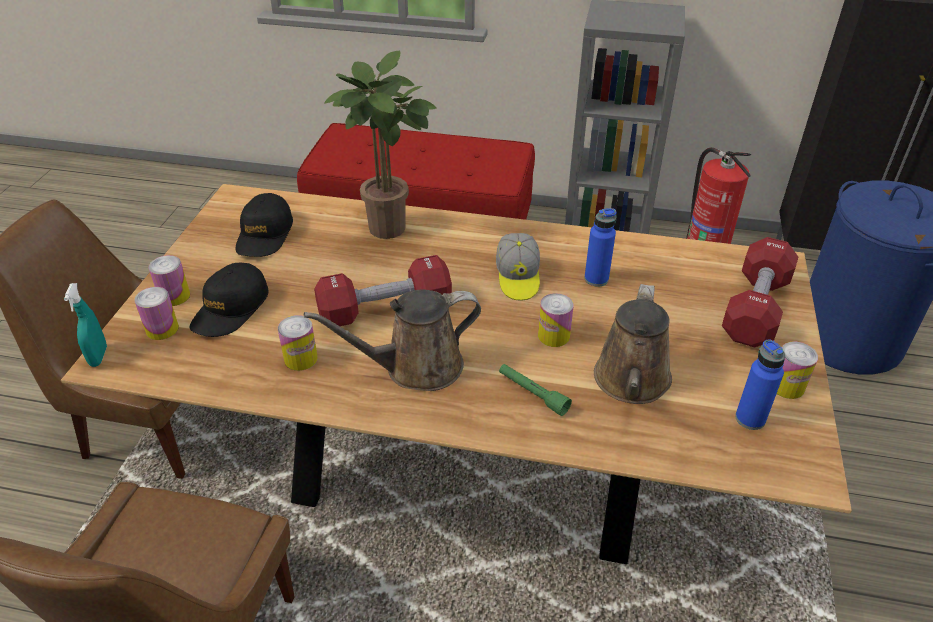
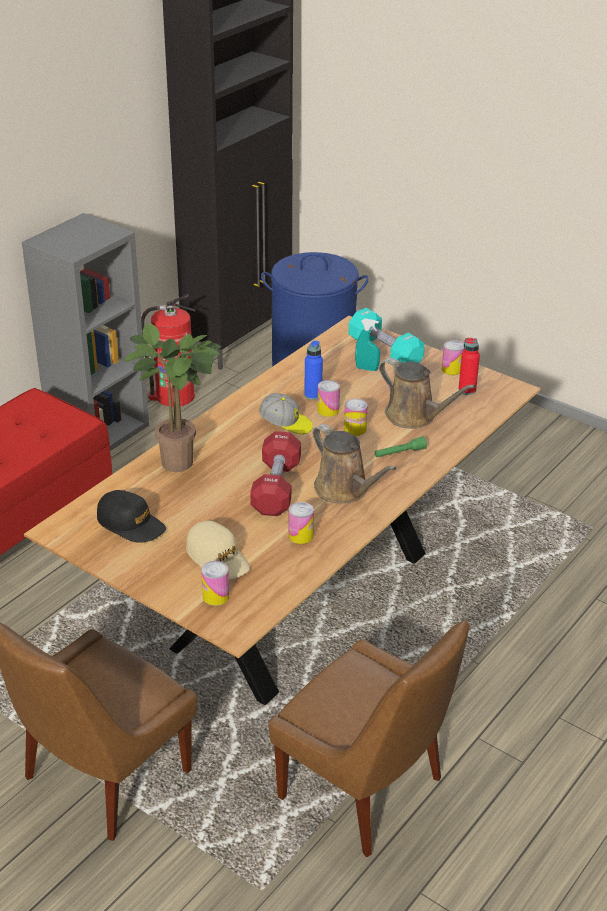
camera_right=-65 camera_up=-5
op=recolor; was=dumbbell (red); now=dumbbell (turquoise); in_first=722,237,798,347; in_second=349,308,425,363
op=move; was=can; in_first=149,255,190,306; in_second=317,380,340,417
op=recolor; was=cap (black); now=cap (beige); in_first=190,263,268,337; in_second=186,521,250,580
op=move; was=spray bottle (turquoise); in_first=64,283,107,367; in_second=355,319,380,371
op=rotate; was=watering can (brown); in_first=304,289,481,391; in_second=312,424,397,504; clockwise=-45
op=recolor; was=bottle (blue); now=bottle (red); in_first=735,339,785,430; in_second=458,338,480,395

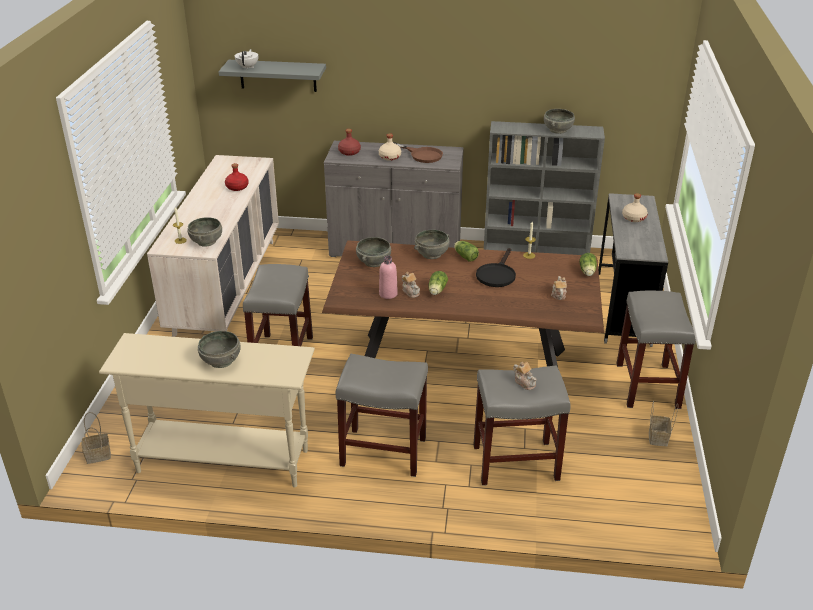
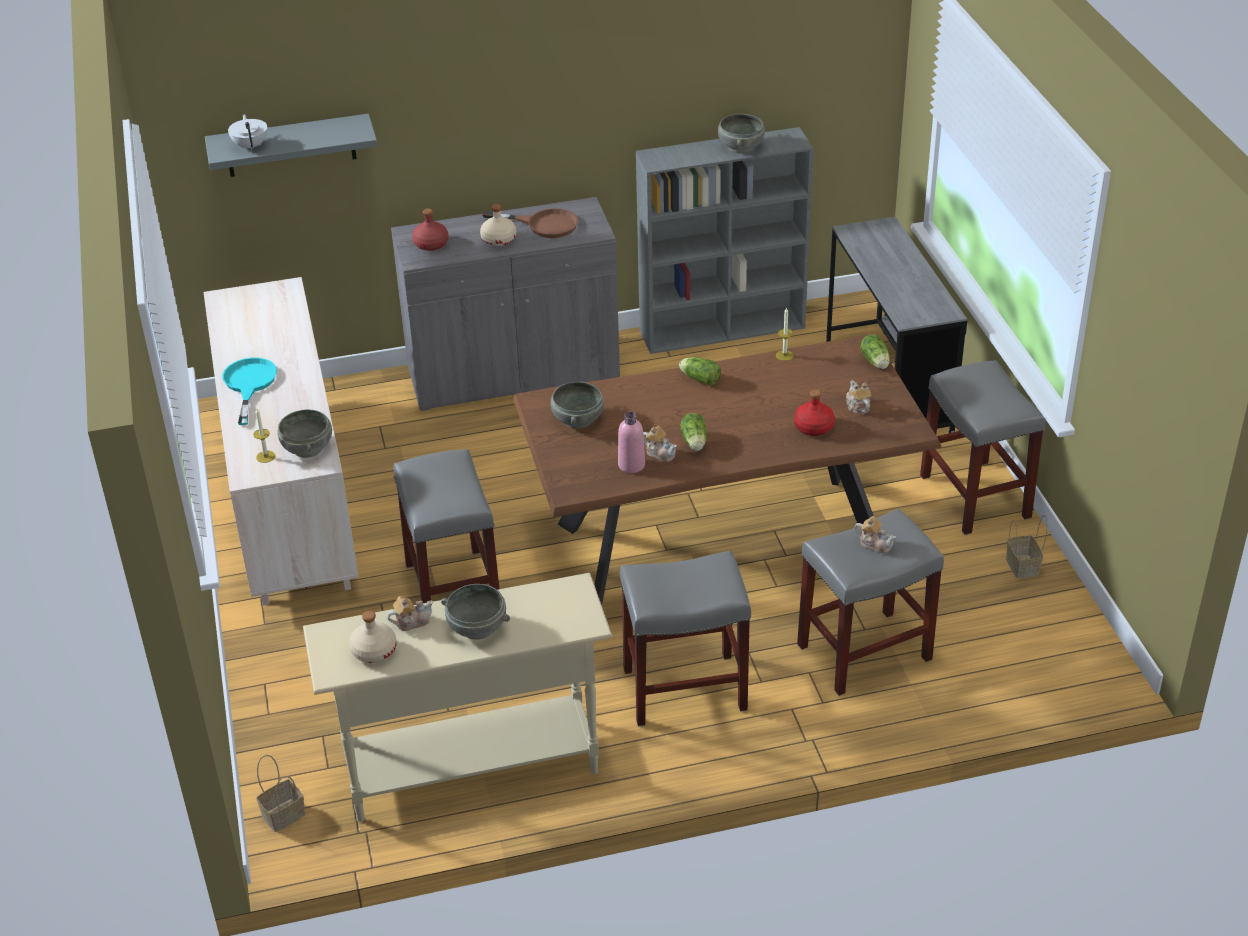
camera_right=-20 camera_up=5
op=move; was=bottle (red); in_first=225,163,249,191; in_second=794,389,835,436
op=move; was=bottle (beige); in_first=622,193,648,222; in_second=349,611,397,663
op=delete; was=bowl (grey); in_first=414,230,449,259
op=delete; was=frying pan (black); in_first=476,248,516,287
op=insert; now=frying pan (turquoise); in_second=222,357,277,425
op=insert; now=teapot; in_second=387,596,433,631

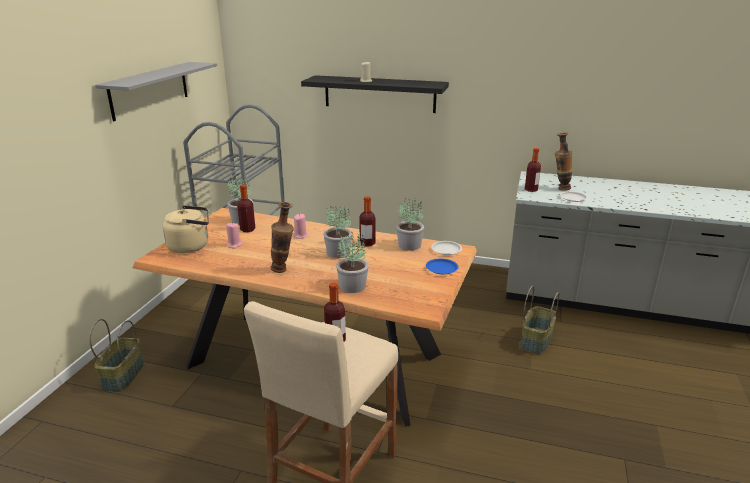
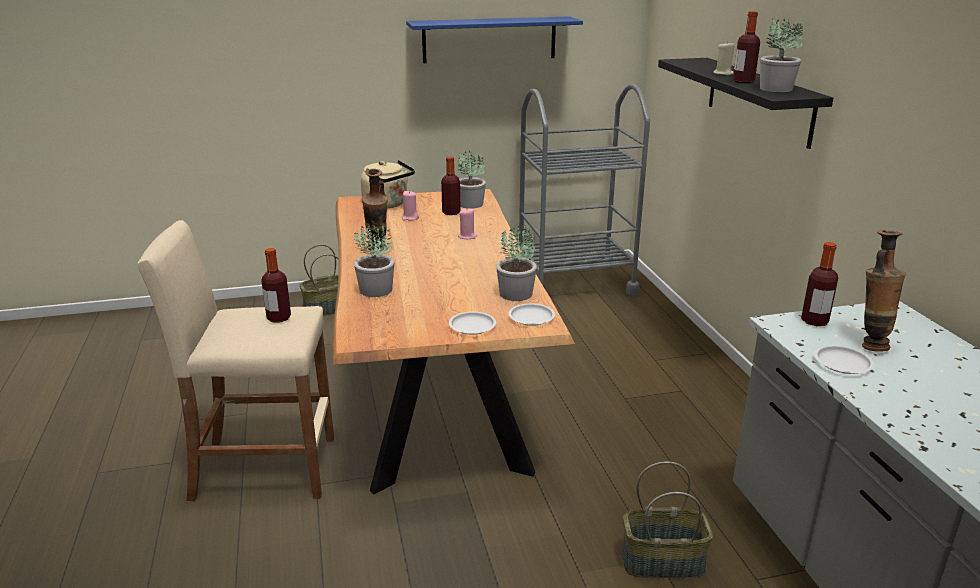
camera_right=60 camera_up=0
op=recolor; was=shelf (grey); now=shelf (blue); in_first=95,62,217,121; in_second=406,17,583,63
op=move; was=bottle; in_first=359,196,376,247; in_second=733,11,760,83
op=move; was=potted plant; in_first=324,206,352,258; in_second=760,17,803,92
op=recolor; was=plate (blue); now=plate (white); in_first=426,259,459,274; in_second=449,312,496,334

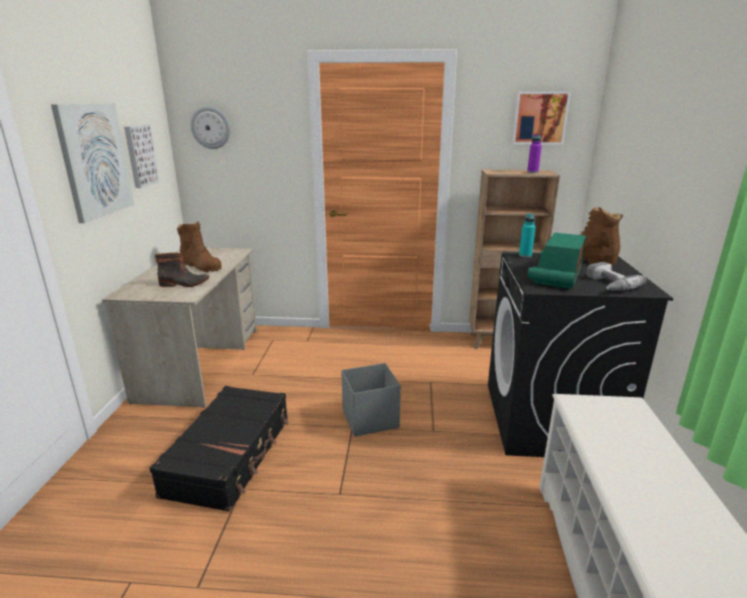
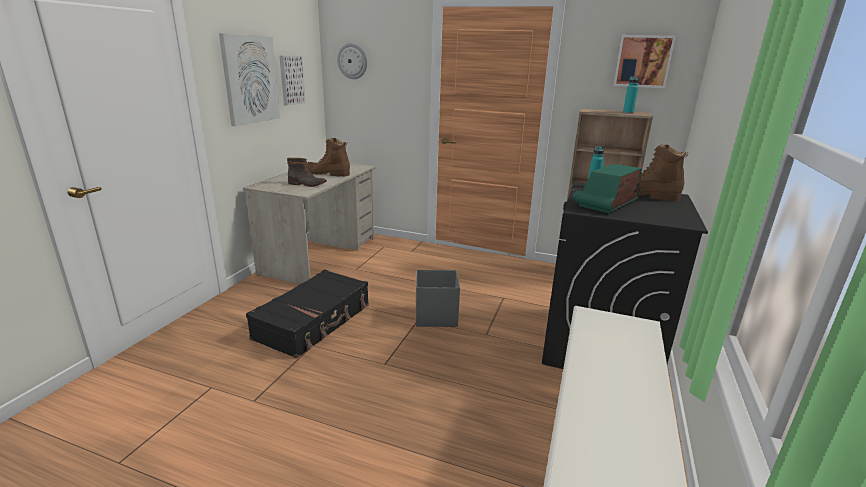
camera_right=15 camera_up=0
op=recolor; was=bottle (purple); now=bottle (turquoise); in_first=527,134,542,173; in_second=623,76,639,114
op=rotate; was=boot (brown); in_first=177,222,222,272; in_second=307,138,350,177; clockwise=135
op=delete; was=power drill; in_first=586,262,647,291

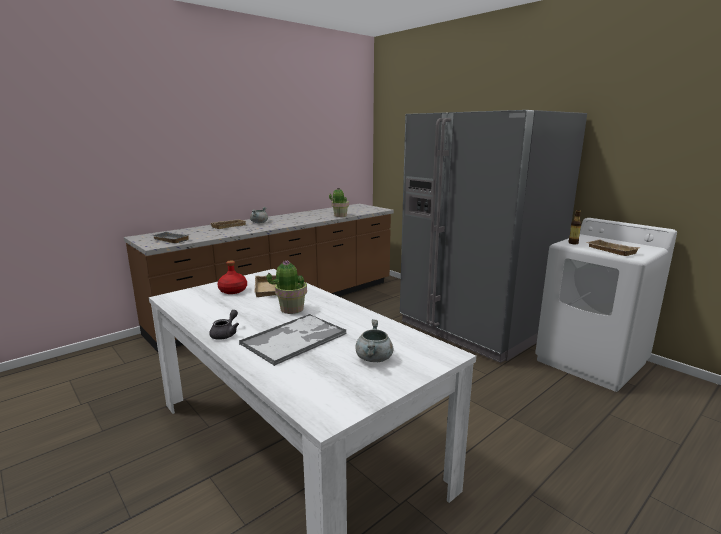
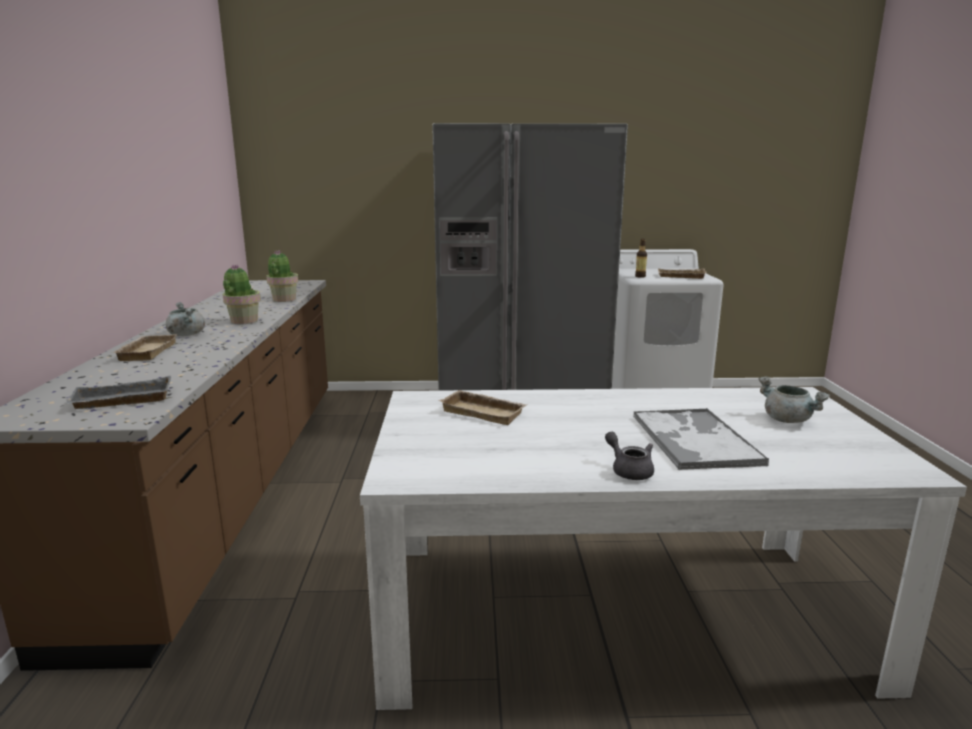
camera_right=-50 camera_up=0
op=move; was=potted plant; in_first=267,260,307,314; in_second=223,265,261,324
op=delete; was=bottle (red); in_first=217,261,247,294

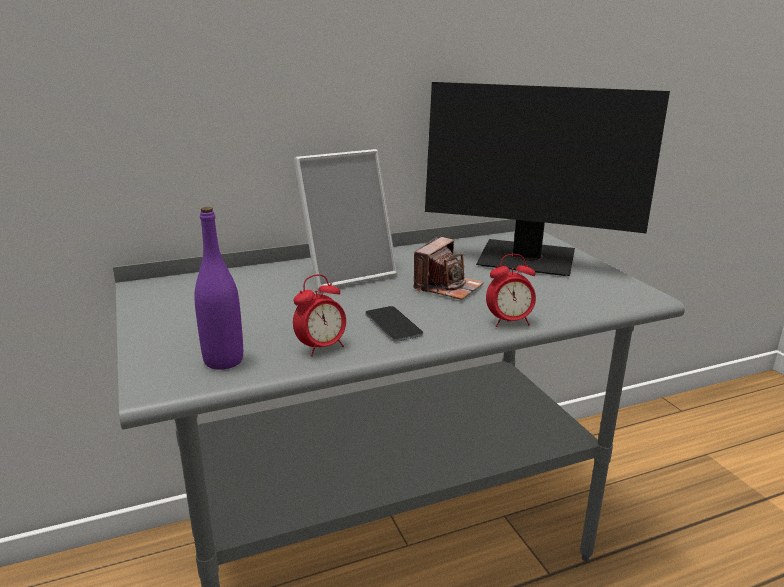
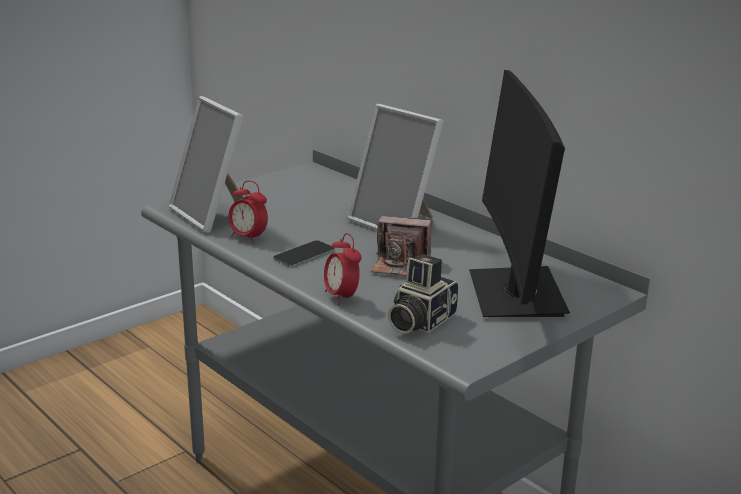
camera_right=70 camera_up=0
op=replace; was=bottle (purple); now=picture frame; in_first=194,207,243,370; in_second=169,96,244,233
op=insert; now=photo camera; in_second=388,254,459,334

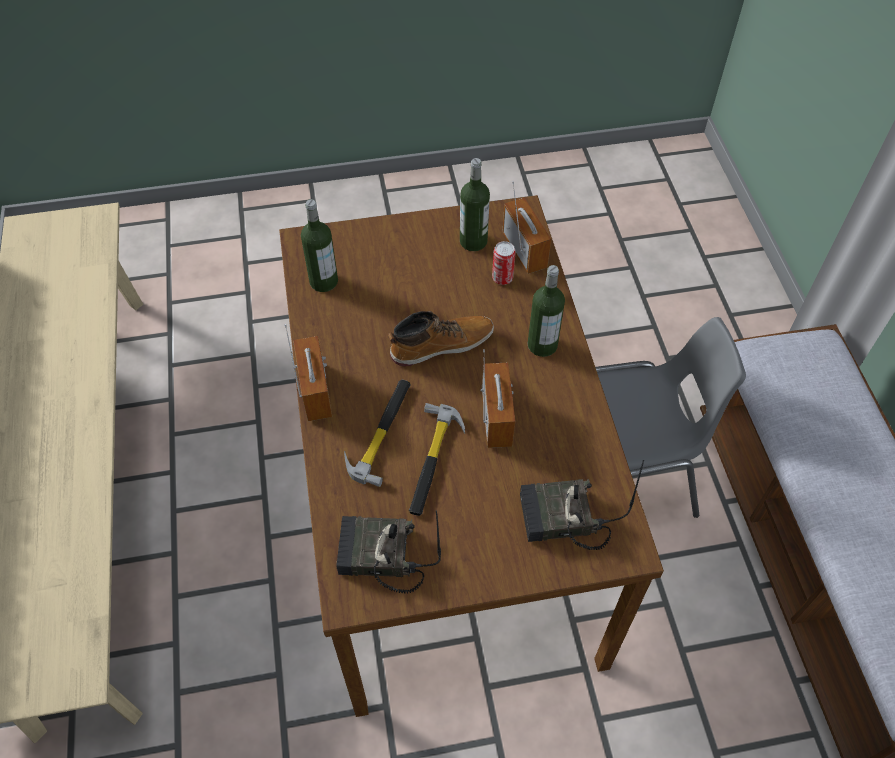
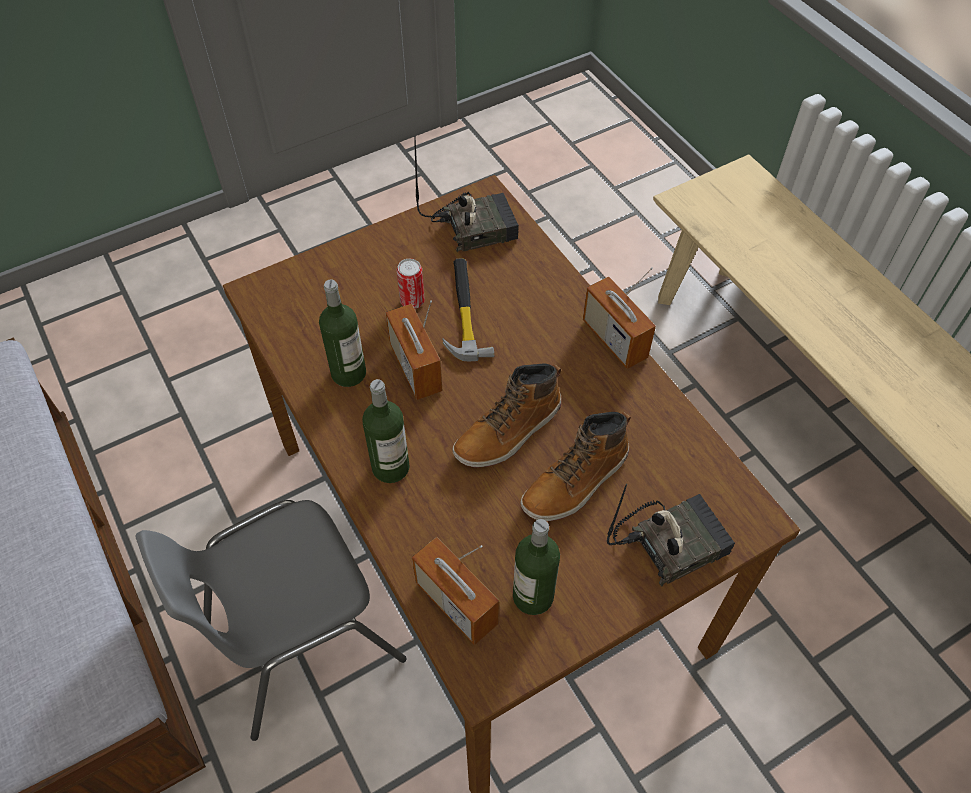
camera_right=160 camera_up=0
op=move; was=bottle; in_first=301,199,338,292; in_second=319,279,366,387
op=move; was=can; in_first=492,241,516,285; in_second=397,259,425,309
op=delete; was=hammer; in_first=344,380,410,487
op=move; was=radio; in_first=520,460,644,550; in_second=607,484,735,587
op=insert; now=boot; in_second=520,412,631,521

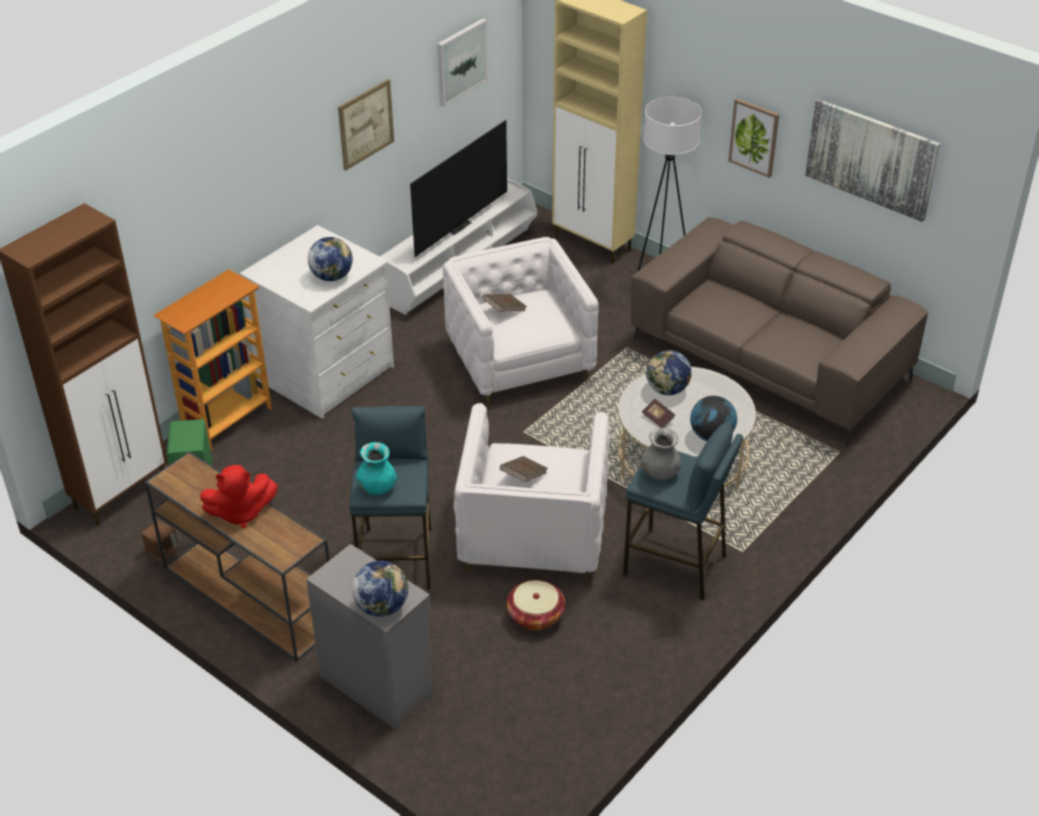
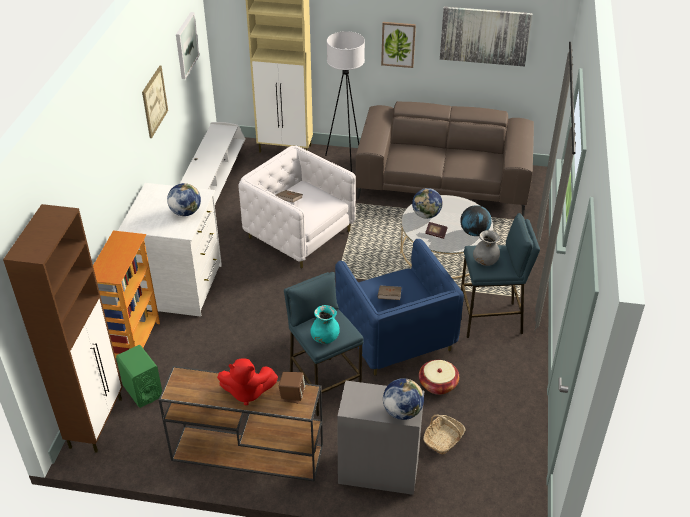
camera_right=-30 camera_up=0
op=delete; was=television; in_first=410,120,507,257
op=recolor; was=armchair (white); now=armchair (blue); in_first=453,403,610,582; in_second=335,239,464,376
op=rotate; was=plush toy (red); in_first=200,465,278,528; in_second=217,358,278,405; clockwise=45
op=move; was=speaker (brown); in_first=141,521,179,562; in_second=279,372,305,403
op=insert; now=basket; in_second=423,414,465,454

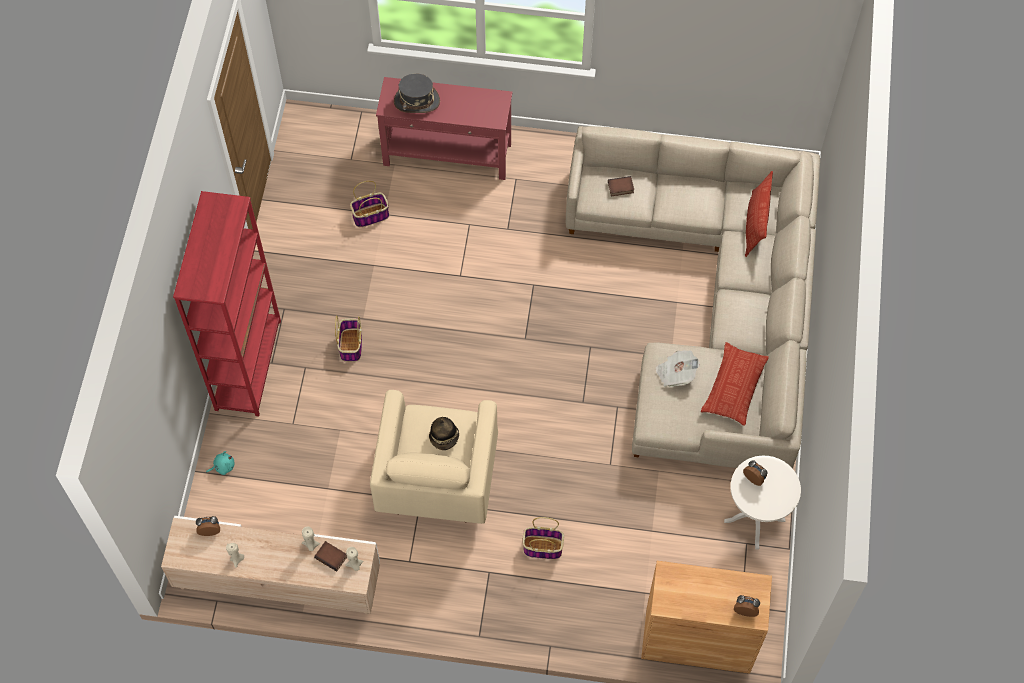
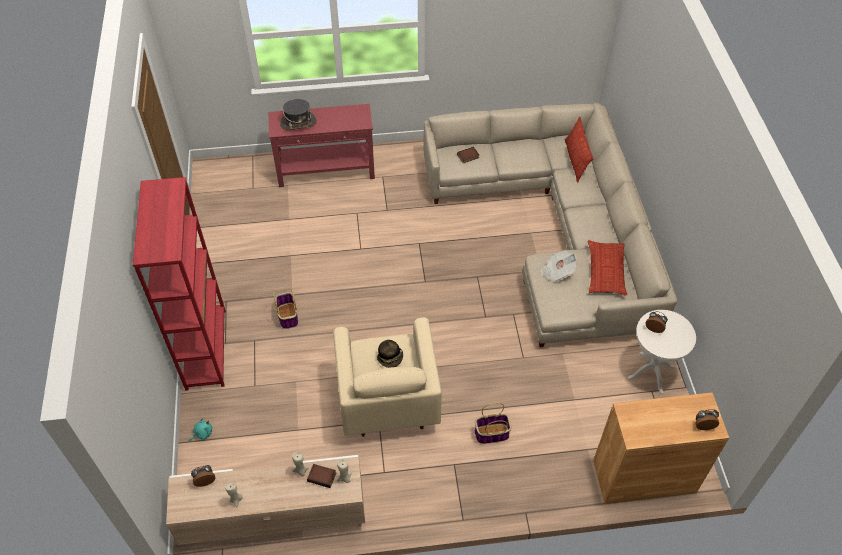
camera_right=-15 camera_up=-10
op=delete; was=basket; in_first=350,181,389,227

